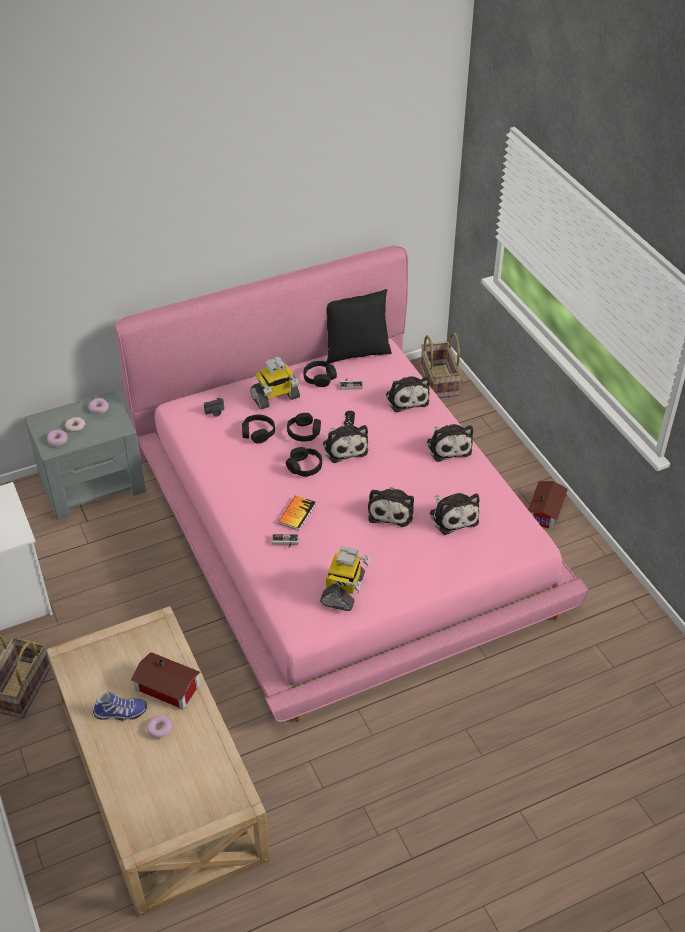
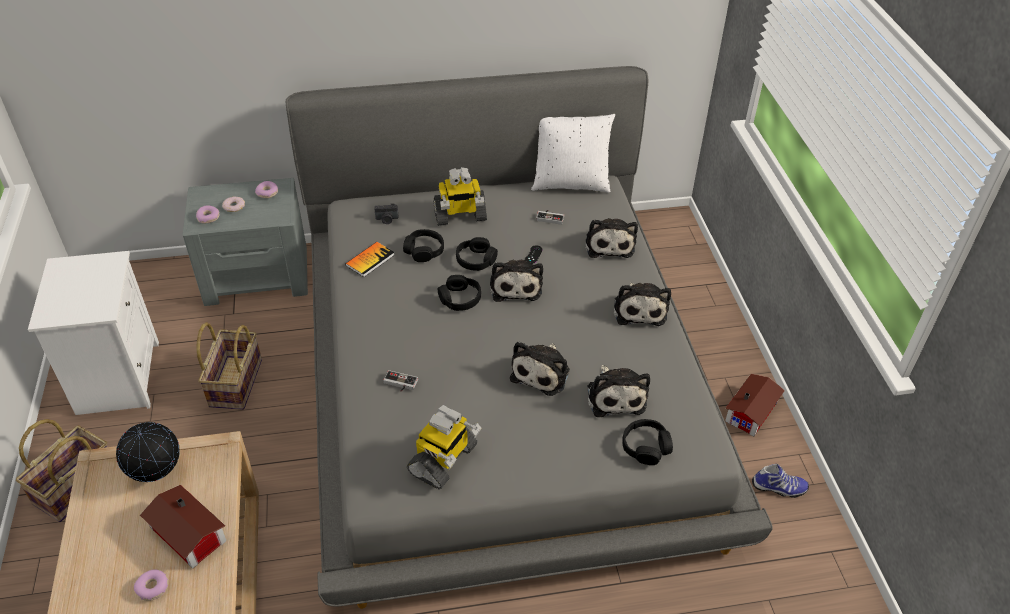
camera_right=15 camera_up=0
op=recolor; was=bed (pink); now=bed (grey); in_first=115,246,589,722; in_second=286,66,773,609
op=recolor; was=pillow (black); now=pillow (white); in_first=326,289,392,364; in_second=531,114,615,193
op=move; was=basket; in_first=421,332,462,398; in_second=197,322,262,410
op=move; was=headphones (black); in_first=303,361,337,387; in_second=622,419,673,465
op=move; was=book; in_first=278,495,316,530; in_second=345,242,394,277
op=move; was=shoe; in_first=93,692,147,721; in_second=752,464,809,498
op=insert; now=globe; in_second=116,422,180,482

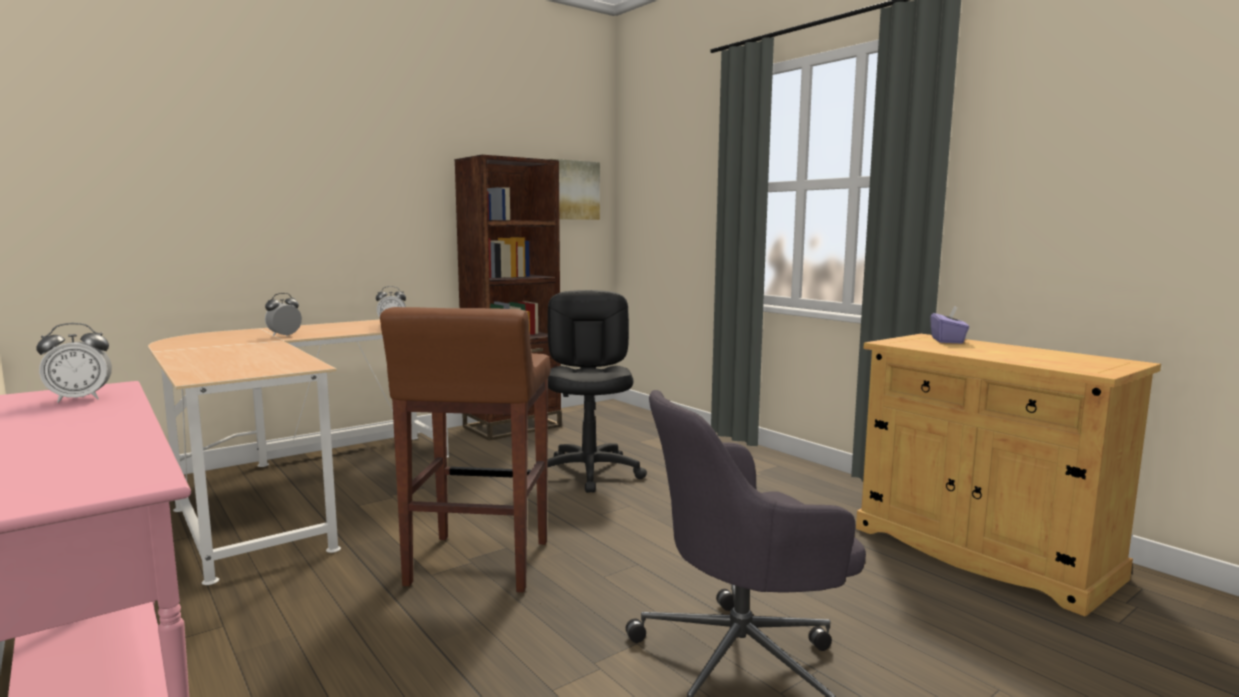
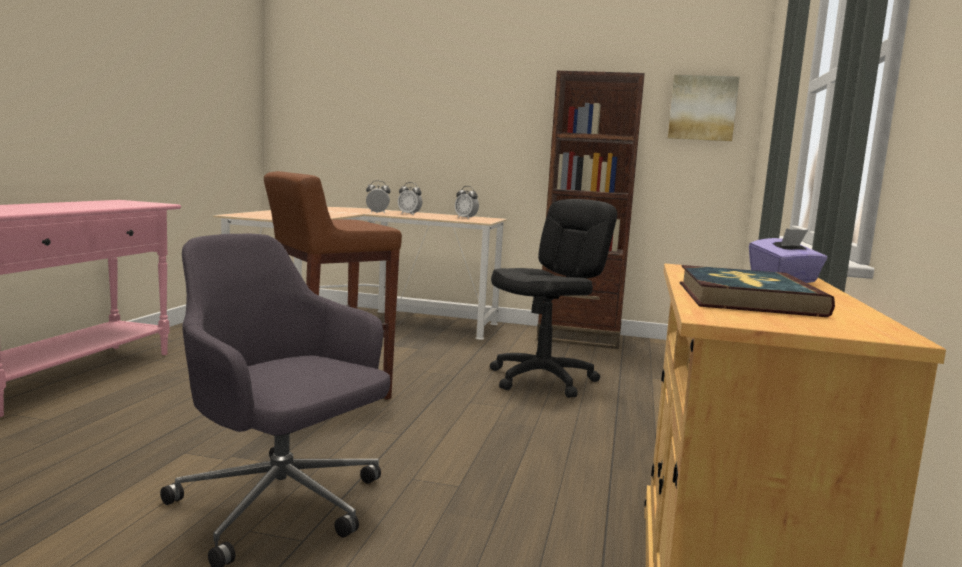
camera_right=50 camera_up=0
op=move; was=alarm clock; in_first=36,323,112,403; in_second=398,182,422,215
op=insert; now=book; in_second=680,265,835,317

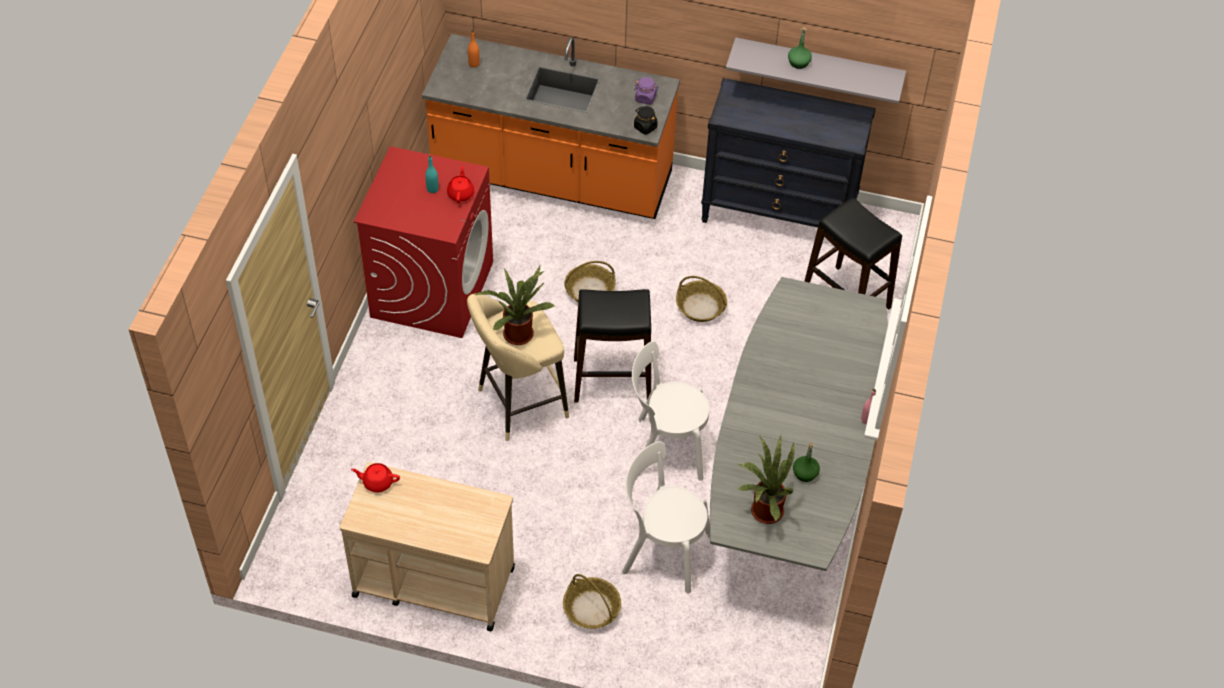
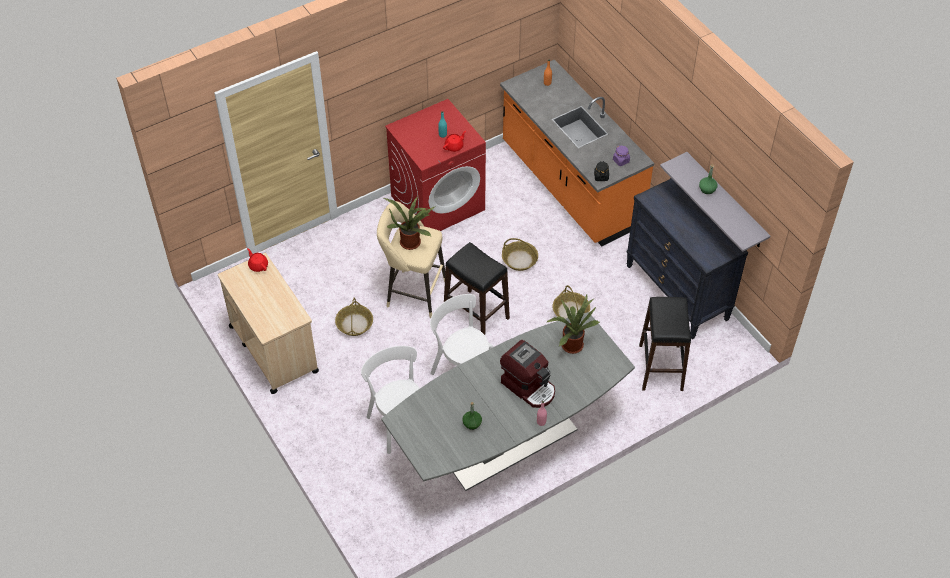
camera_right=45 camera_up=0
op=move; was=potted plant; in_first=736,436,795,524; in_second=546,295,600,354
op=move; was=basket; in_first=563,574,621,629; in_second=335,297,373,336
op=insert; now=coffee machine; in_second=500,340,555,408

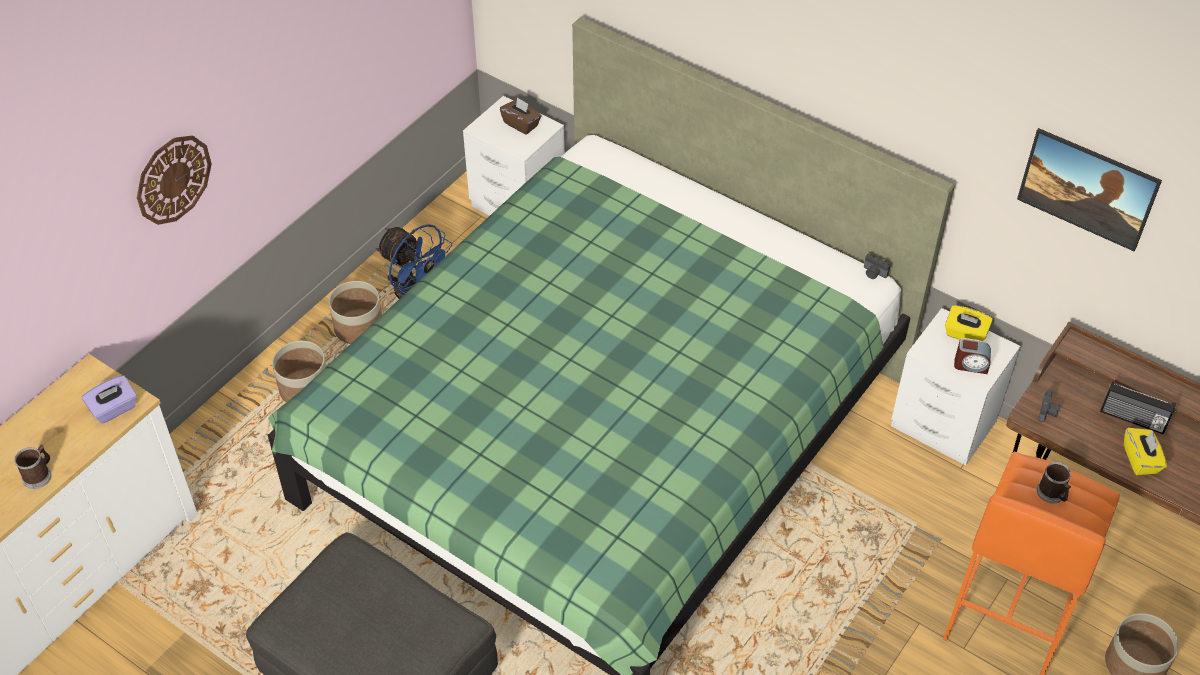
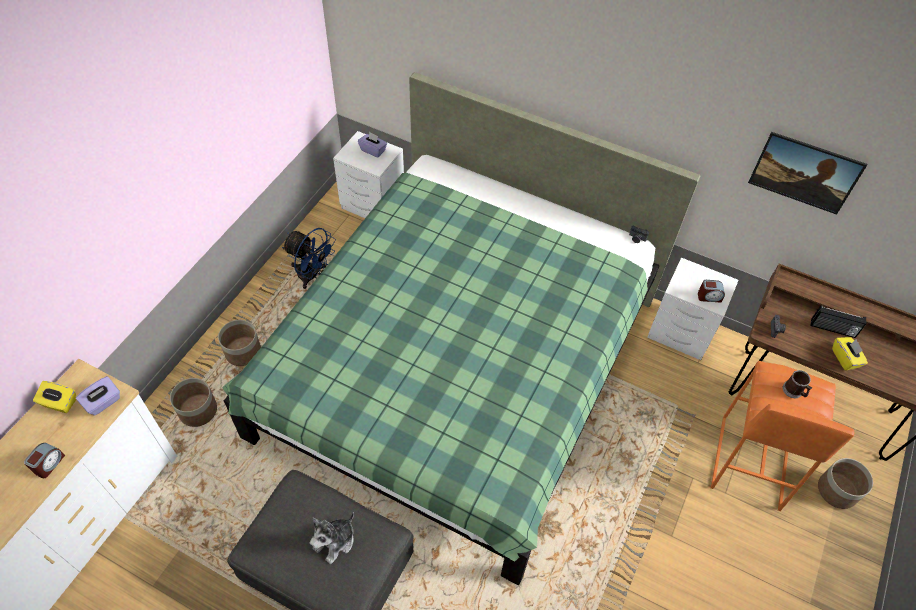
camera_right=-10 camera_up=5
op=recolor; was=tissue box (brown); now=tissue box (purple); in_first=500,97,542,135; in_second=358,132,387,158
op=delete; was=wall clock; in_first=137,135,212,225
op=move; was=planter; in_first=329,281,382,344; in_second=170,378,217,427
op=move; was=tissue box (yellow); in_first=945,305,993,341; in_second=33,381,76,413
op=replace; was=mug; now=alarm clock; in_first=14,445,51,489; in_second=24,443,65,478
op=insert; now=plush toy; in_second=310,512,354,564

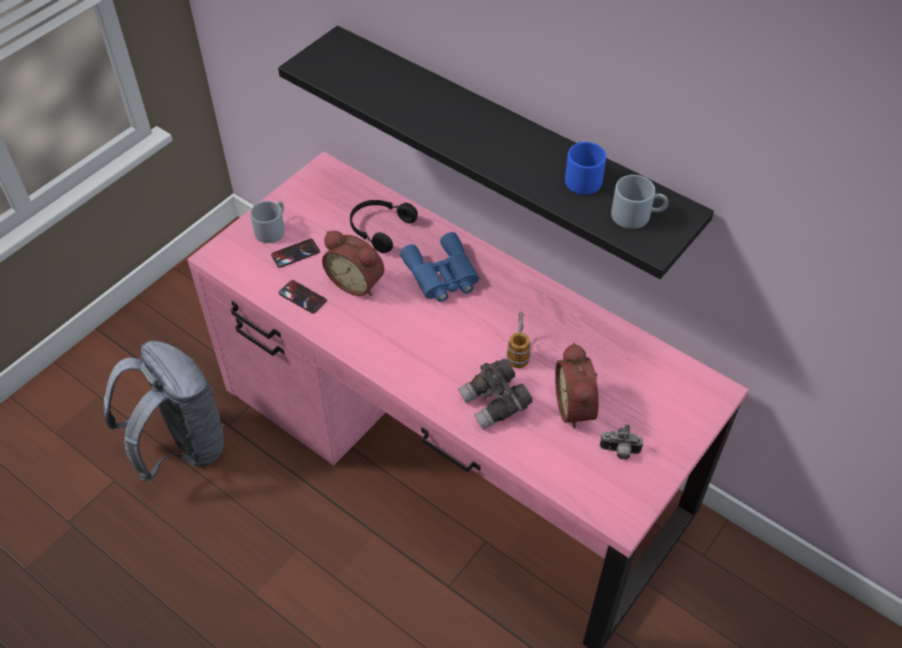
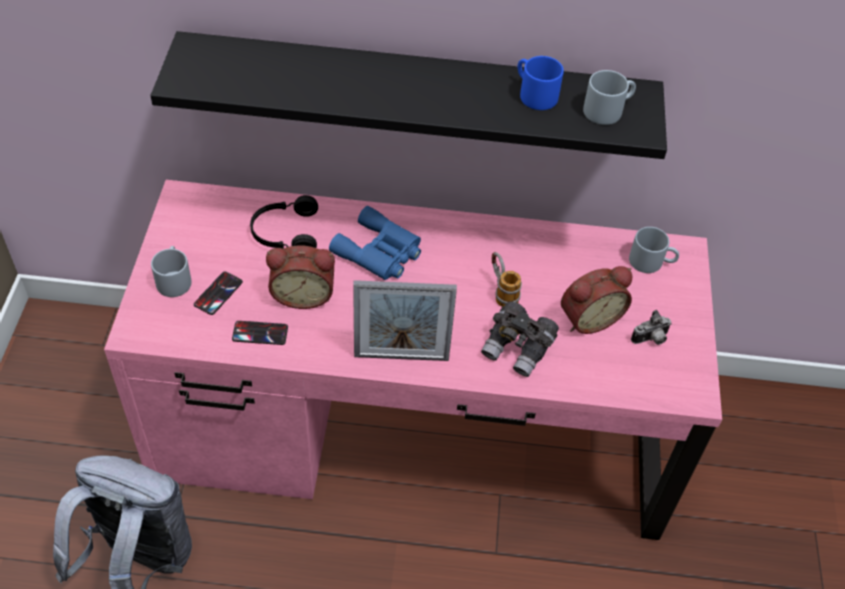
camera_right=-35 camera_up=0
op=rotate; was=alarm clock; in_first=555,343,599,429; in_second=561,266,632,334; clockwise=-75
op=insert; now=mug (grey); in_second=629,227,679,273
op=insert; now=picture frame; in_second=353,280,457,361

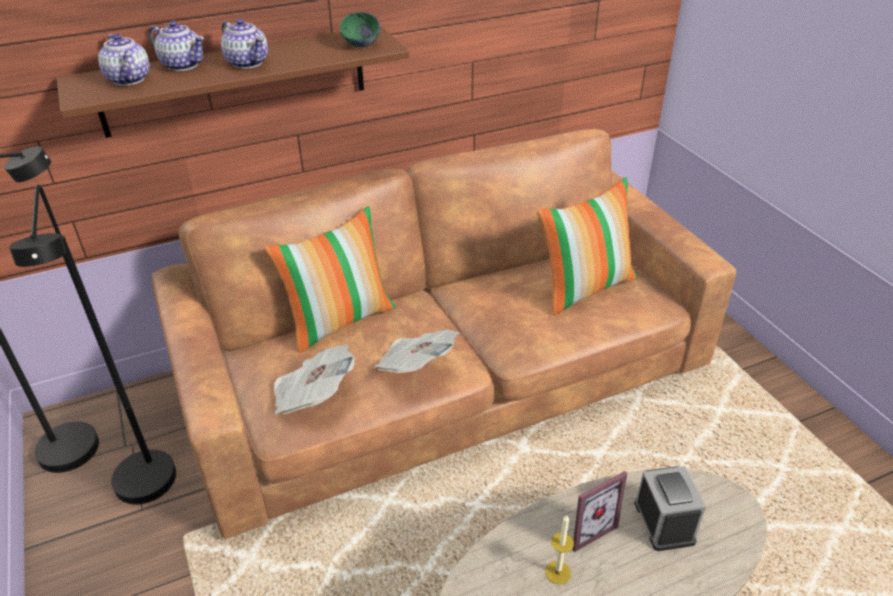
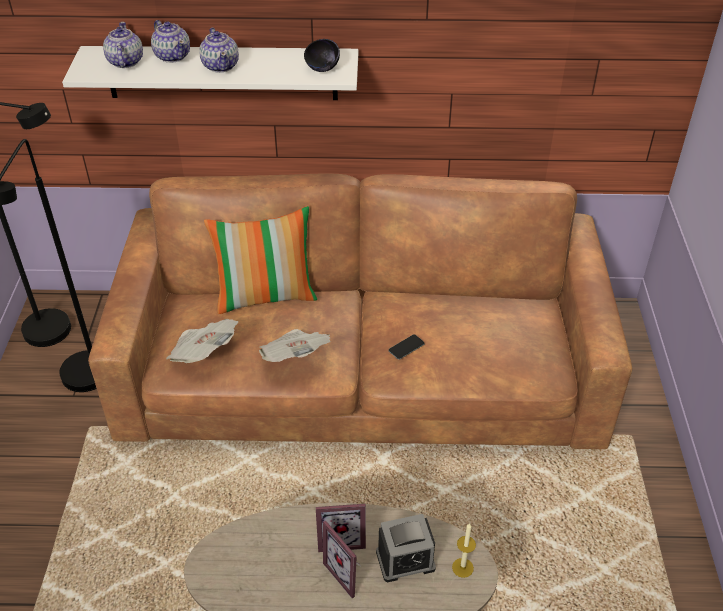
camera_right=25 camera_up=5
op=recolor; was=bowl (green); now=bowl (black); in_first=340,12,380,47; in_second=304,39,340,72
op=recolor; was=shelf (brown); now=shelf (white); in_first=57,26,409,138; in_second=62,46,358,100
op=delete; was=pillow; in_first=537,177,637,316
op=rotate; was=alarm clock; in_first=634,466,706,551; in_second=376,514,436,582; clockwise=60
op=move; was=candle; in_first=545,515,574,584; in_second=452,523,476,578
op=insert; now=phone; in_second=389,334,424,359
op=insert; now=picture frame; in_second=323,521,362,598

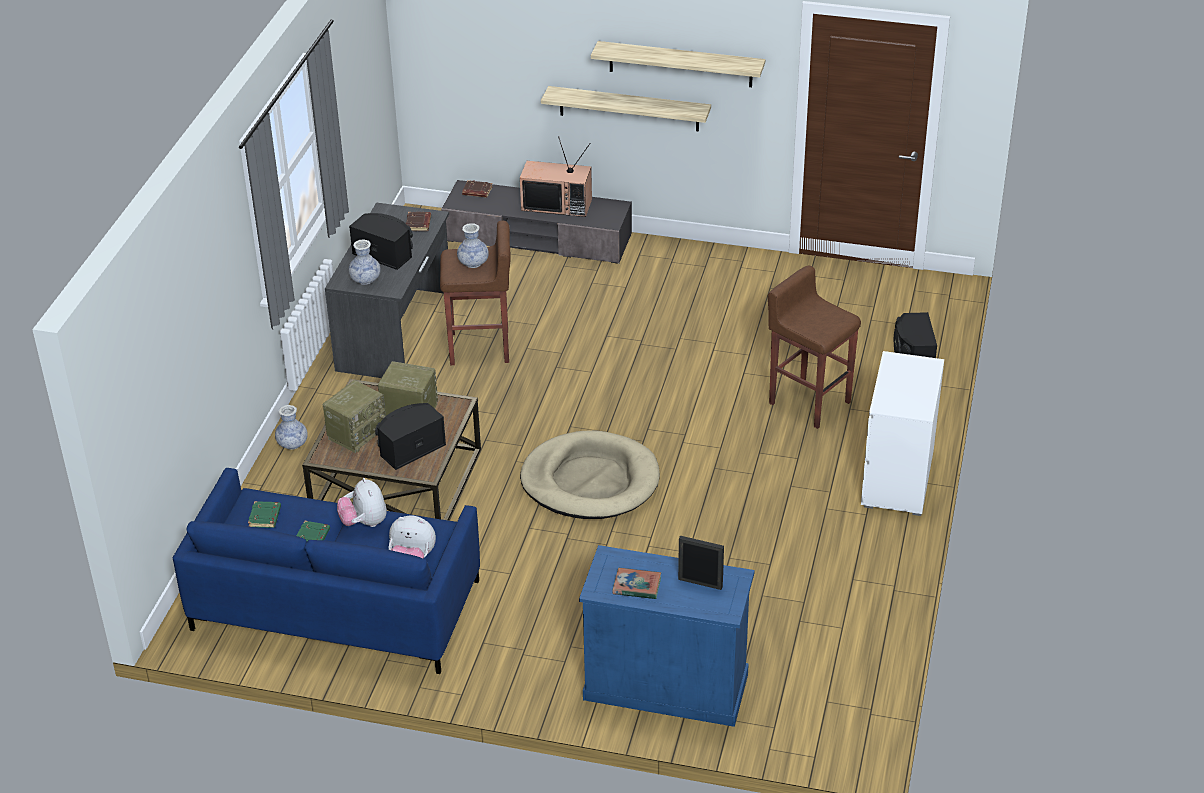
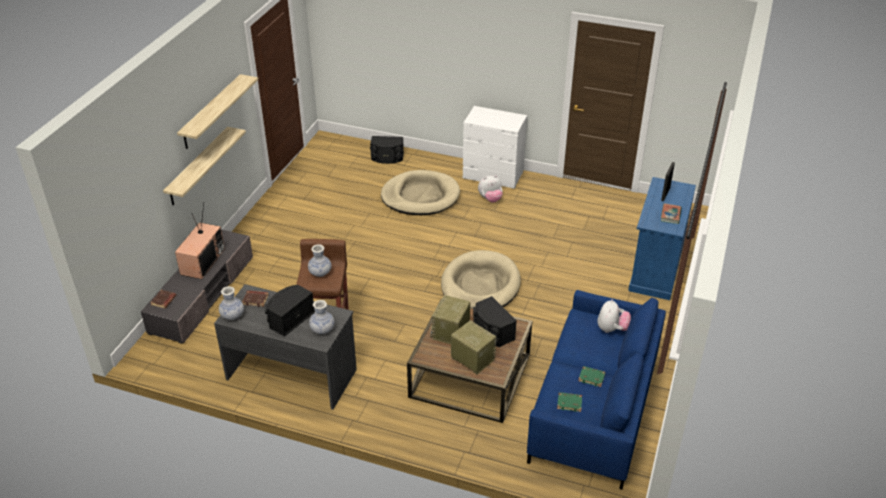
camera_right=-85 camera_up=0
op=replace; was=stool (brown); now=dog bed (beige); in_first=768,265,861,429; in_second=381,170,460,215
op=move; was=vase; in_first=275,405,308,450; in_second=219,286,244,320
op=move; was=plush toy; in_first=337,478,387,527; in_second=478,175,503,203

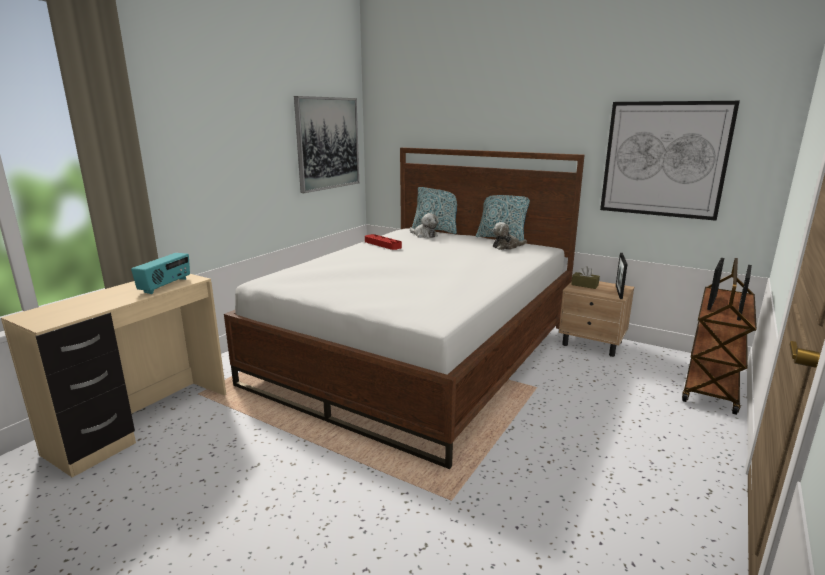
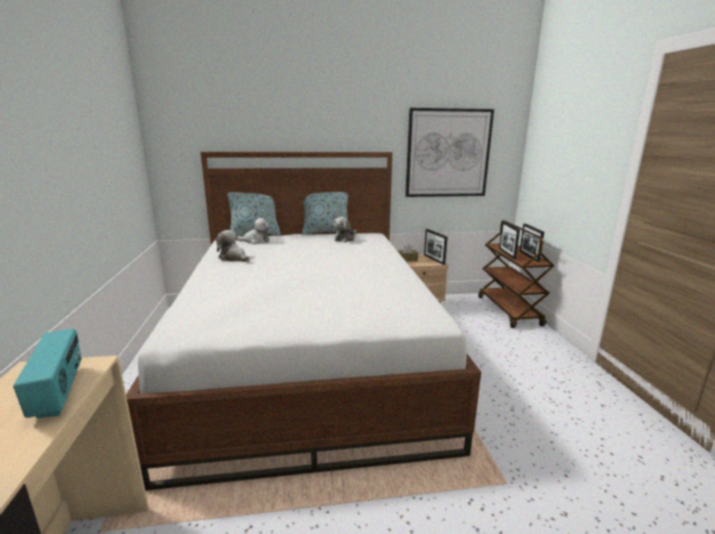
camera_right=-40 camera_up=0
op=delete; was=picture; in_first=294,96,359,193
op=replace; was=tray (red); now=plush toy; in_first=365,234,402,250; in_second=216,230,250,262

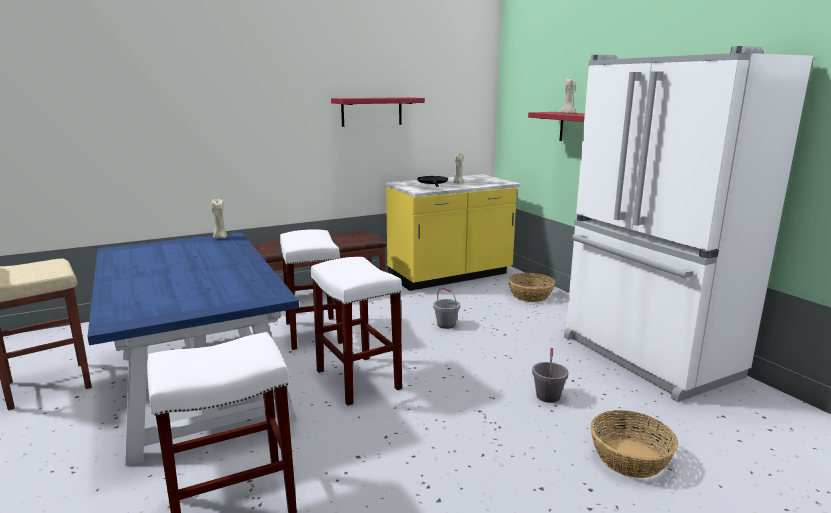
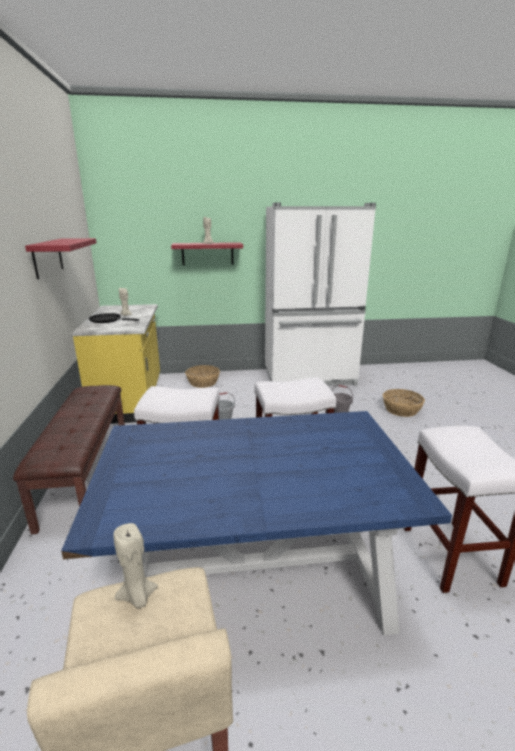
camera_right=-70 camera_up=5
op=move; was=candle (beige); in_first=211,199,228,239; in_second=113,523,158,608

